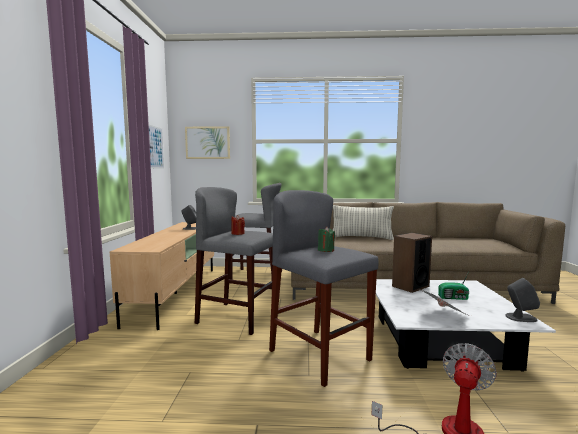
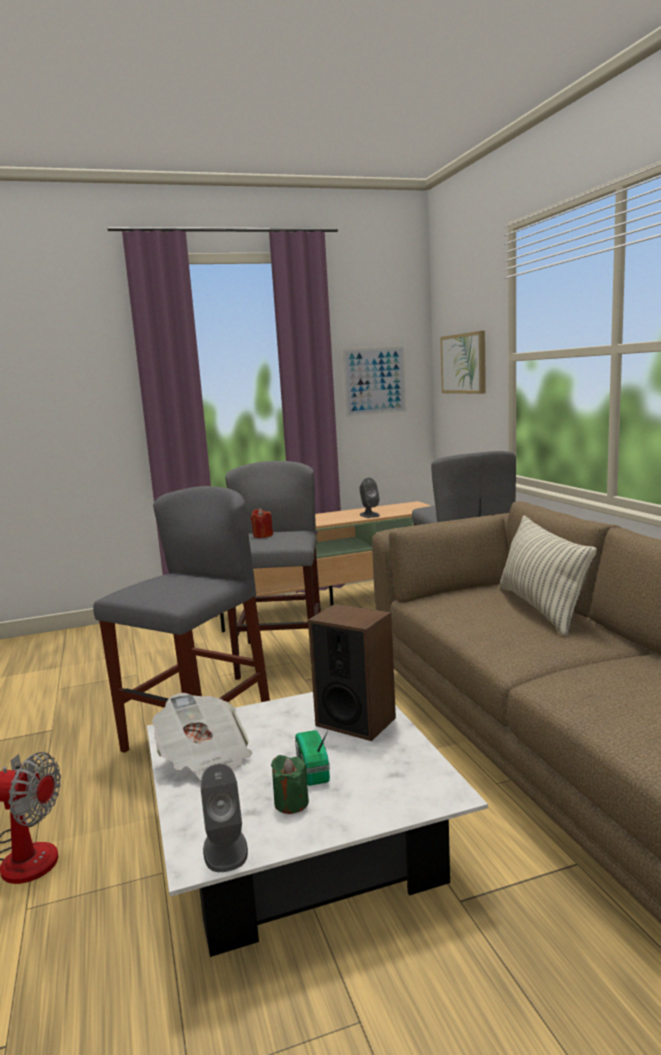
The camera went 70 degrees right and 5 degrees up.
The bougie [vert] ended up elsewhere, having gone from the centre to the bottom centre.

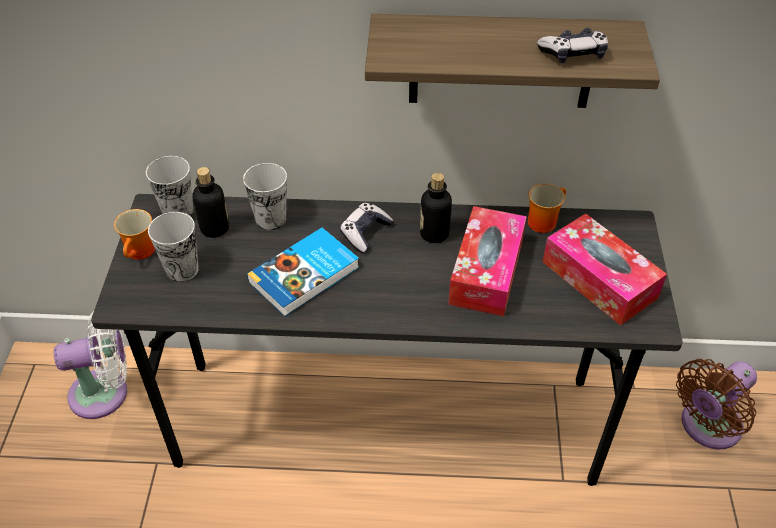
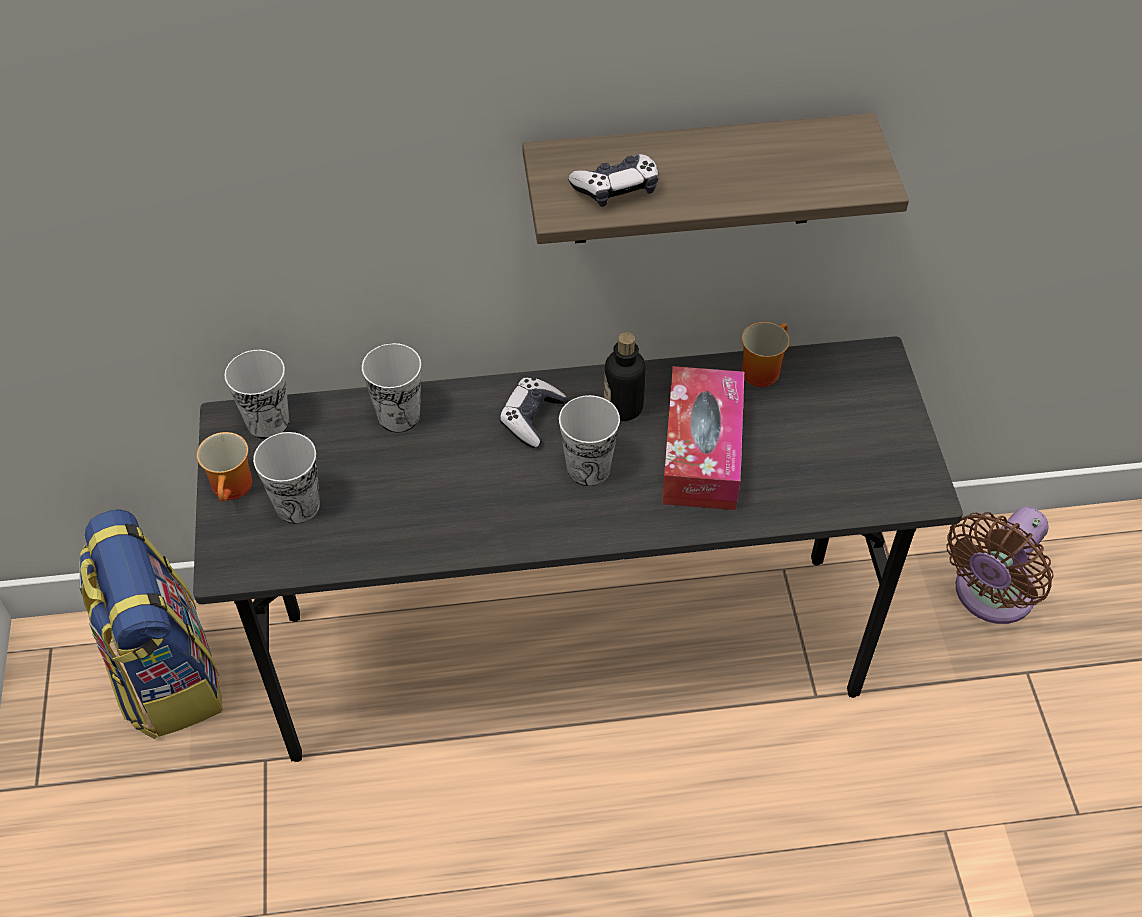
The camera went 10 degrees left and 5 degrees up.
Where the ventilateur [blanc] stood at the bottom left, the sac à dos came to stand at the bottom left.
The second view gained the tasse (4th from left) at the centre.
The manette (2nd from left) ended up elsewhere, having gone from the top right to the top centre.
The second view lost the bouteille (1st from left) at the middle left.
The second view lost the livre at the centre.
The second view lost the boîte à mouchoirs (2nd from left) at the middle right.

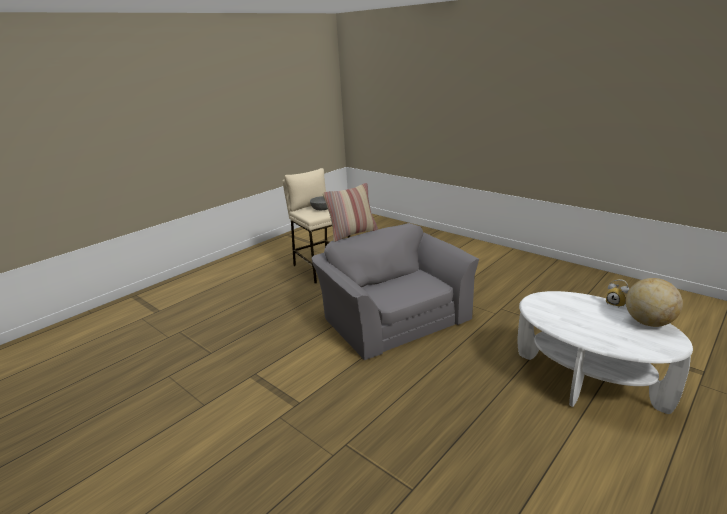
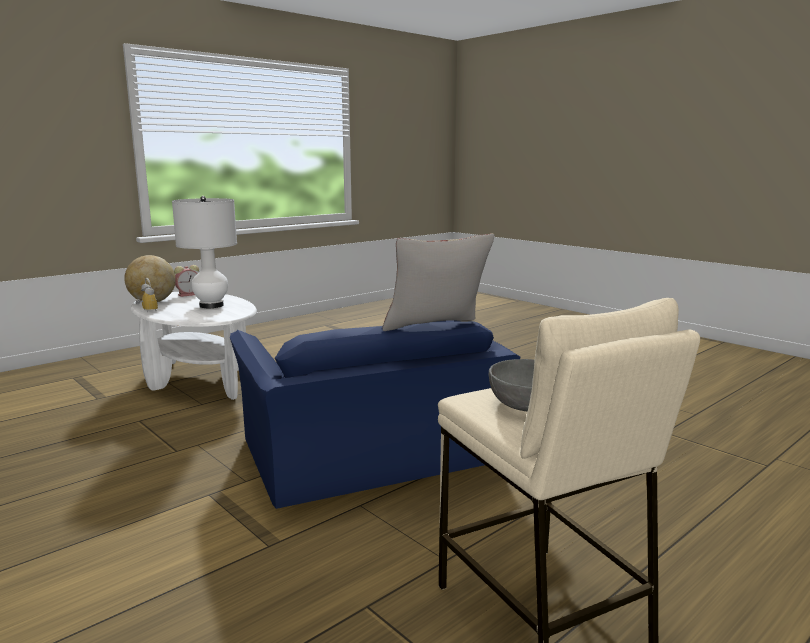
The camera went 175 degrees left and 10 degrees down.
The second view gained the lampe de table [blanc] at the middle left.
The second view gained the réveil (2nd from left) at the middle left.
What was the fauteuil [gris] at the centre turned into the fauteuil [bleu] at the centre.

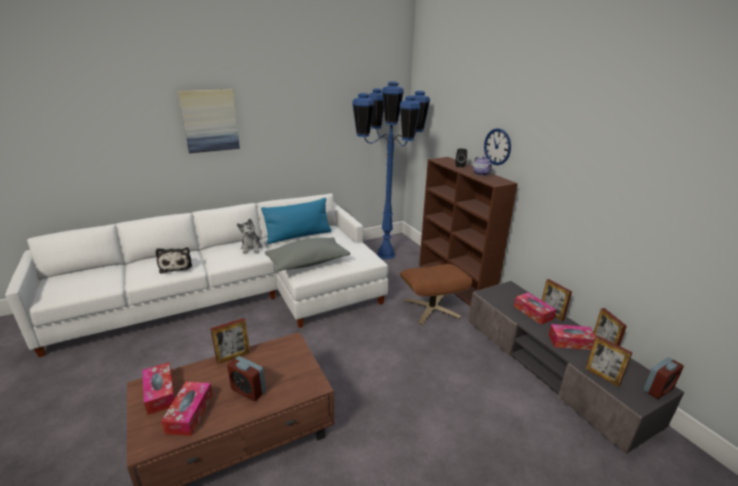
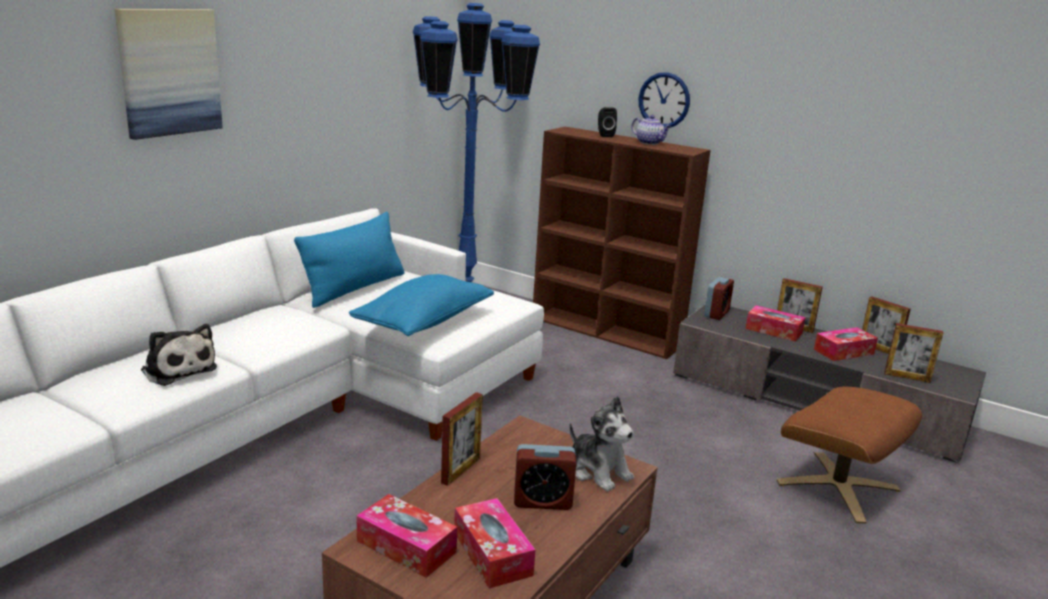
The camera went 30 degrees left and 5 degrees down.
What was the coussin [gris] at the centre turned into the coussin [bleu] (2nd from left) at the centre.
The peluche (2nd from left) ended up elsewhere, having gone from the centre to the bottom centre.
The réveil (2nd from left) ended up elsewhere, having gone from the bottom right to the middle right.
The pouf [marron] ended up elsewhere, having gone from the centre to the bottom right.

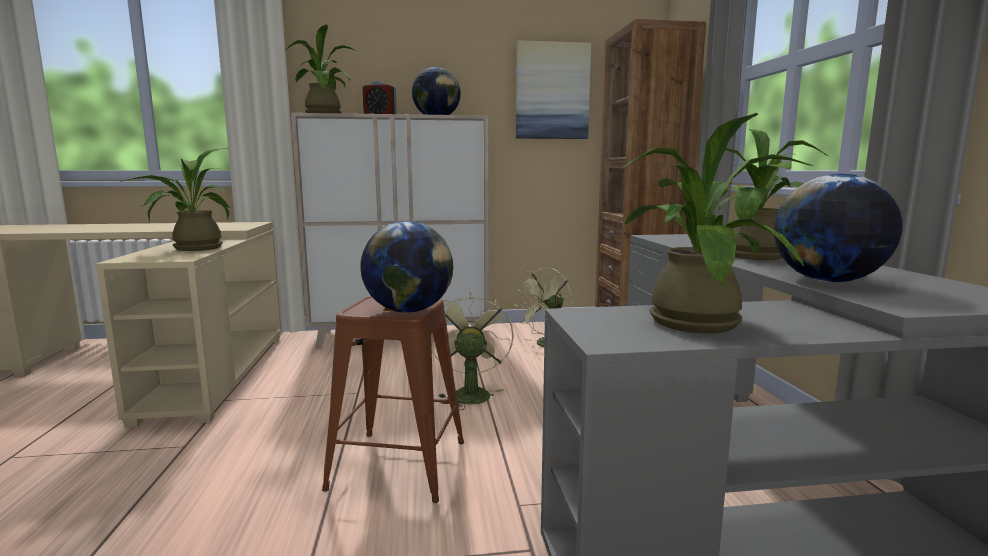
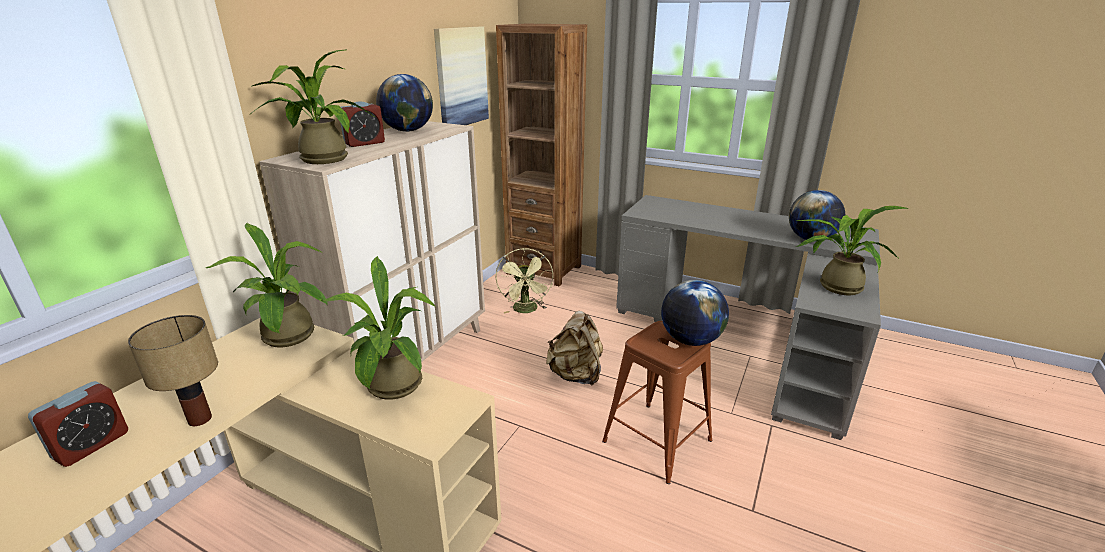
The camera went 55 degrees left and 15 degrees up.
The second view gained the réveil (1st from left) at the bottom left.
The second view gained the lampe de table at the bottom left.
The plante en pot (4th from left in the first image) ended up elsewhere, having gone from the middle right to the middle left.
Where the ventilateur [vert] (1st from left) stood at the centre, the sac à dos [beige] came to stand at the centre.

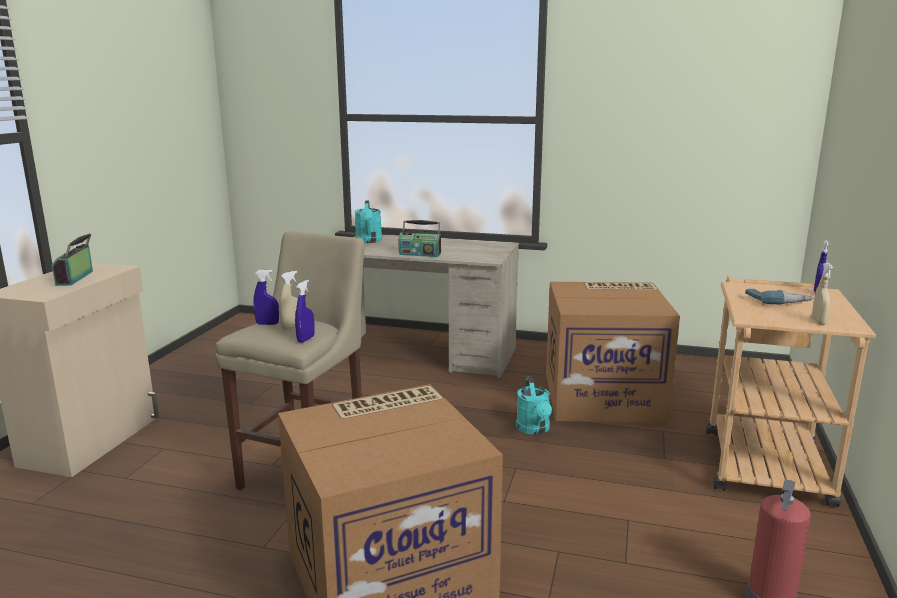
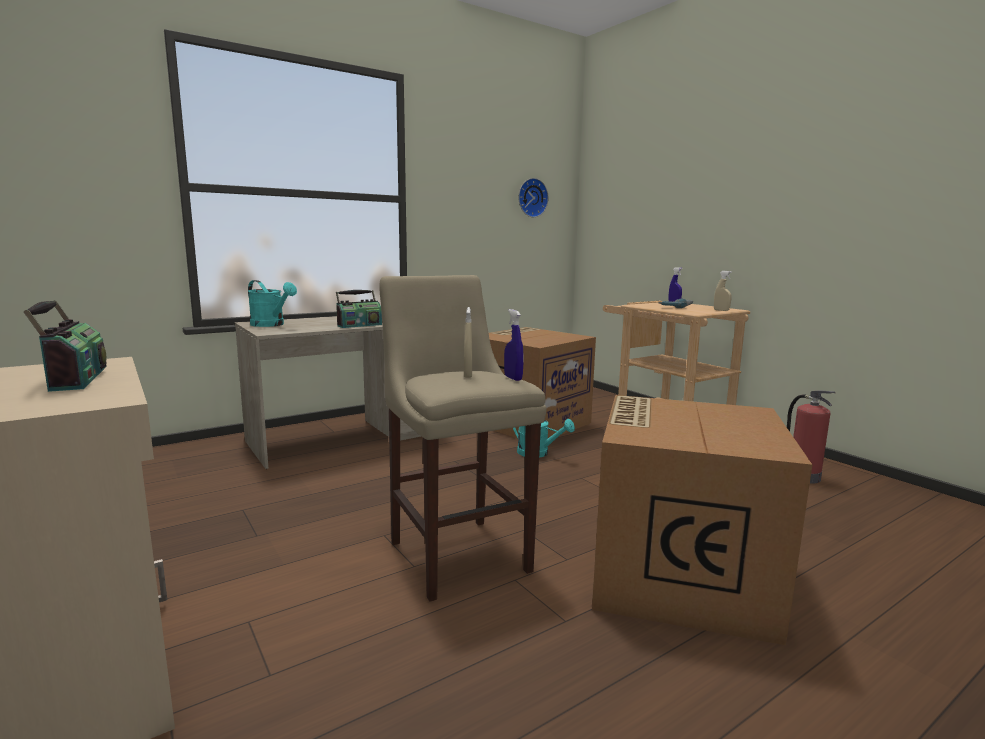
The camera went 50 degrees left and 5 degrees down.
The radio (1st from left) at the middle left ended up facing another way, 150 degrees counterclockwise from before.
The second view gained the horloge murale at the top centre.
The second view lost the vaporisateur [bleu] (1st from left) at the middle left.

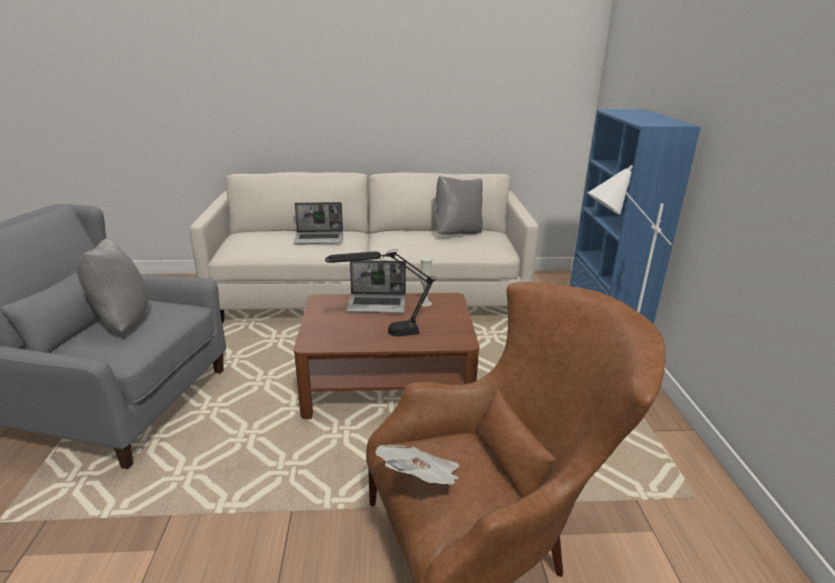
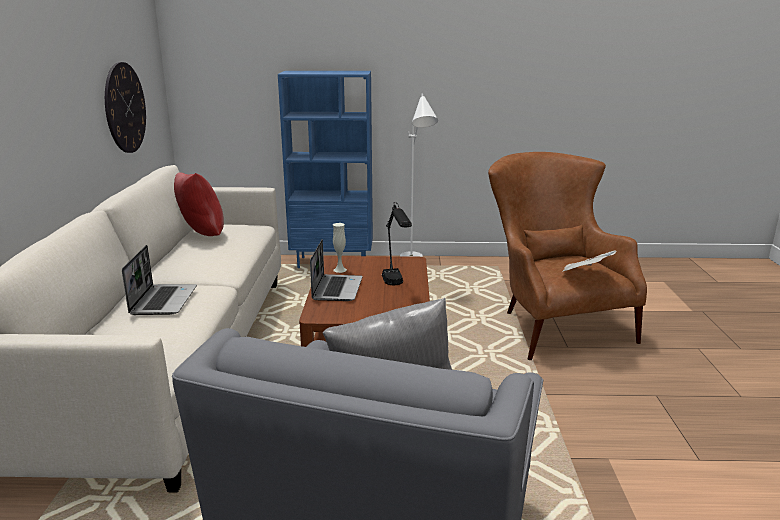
The camera went 85 degrees left and 5 degrees down.
The second view gained the horloge murale at the top left.
What was the coussin [gris] (2nd from left) at the centre turned into the coussin [rouge] at the middle left.

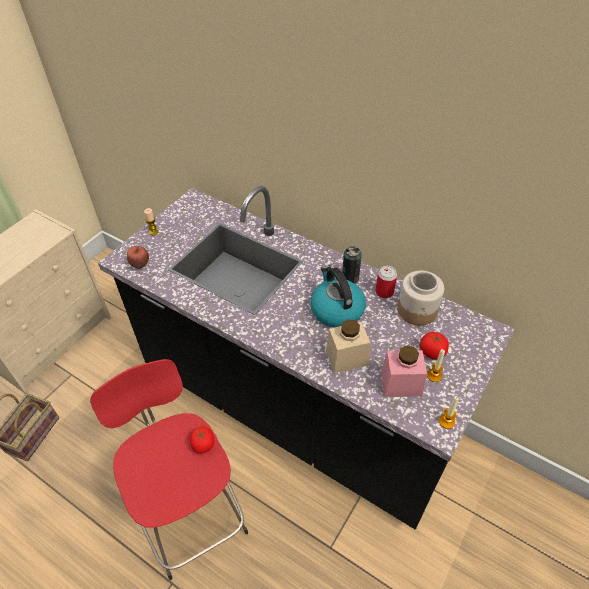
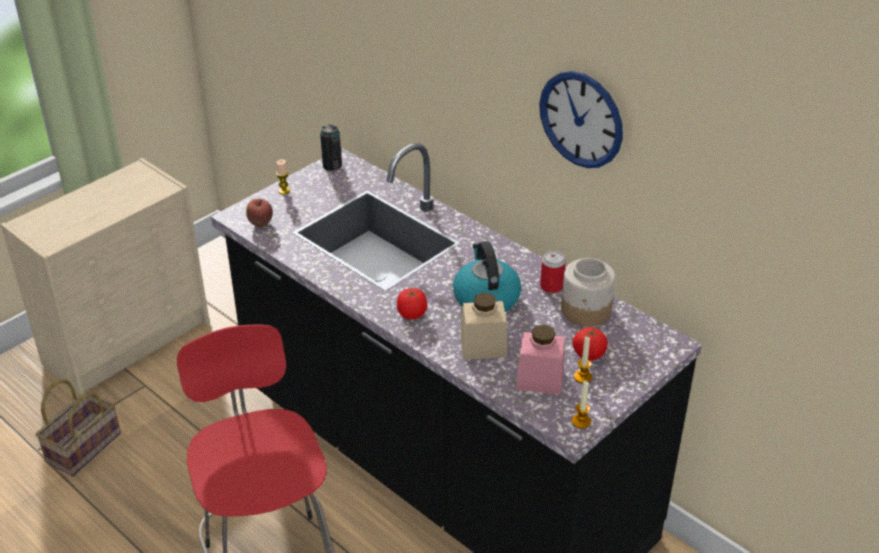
The camera went 10 degrees right and 10 degrees down.
The boîte métallique (1st from left) ended up elsewhere, having gone from the centre to the top centre.
The tomate (1st from left) ended up elsewhere, having gone from the bottom centre to the centre.
The second view gained the horloge murale at the top centre.

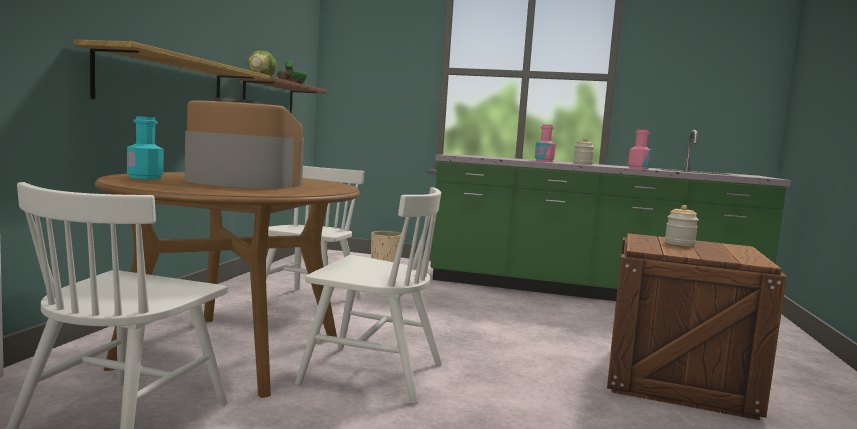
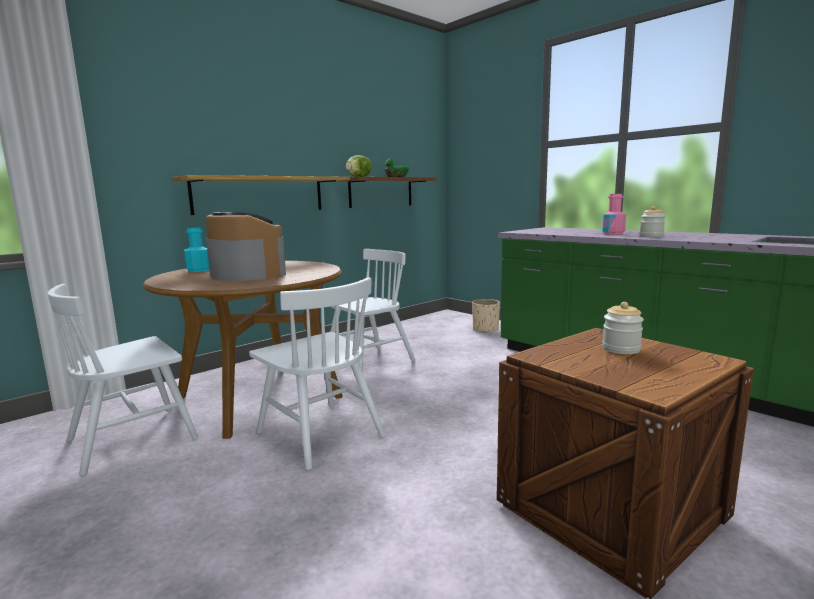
The camera went 35 degrees right and 5 degrees up.
The second view lost the bouteille [rose] (2nd from left) at the middle right.

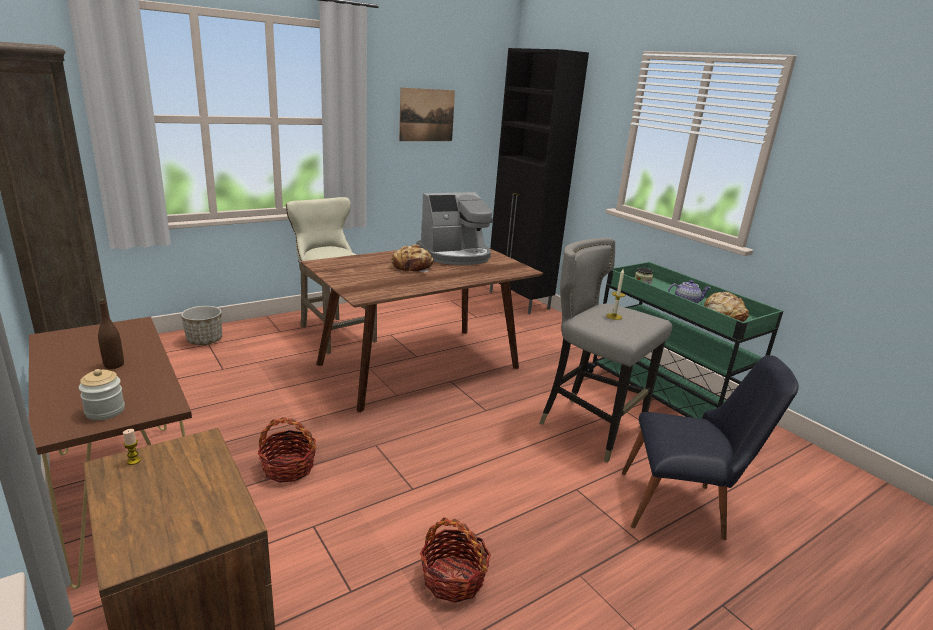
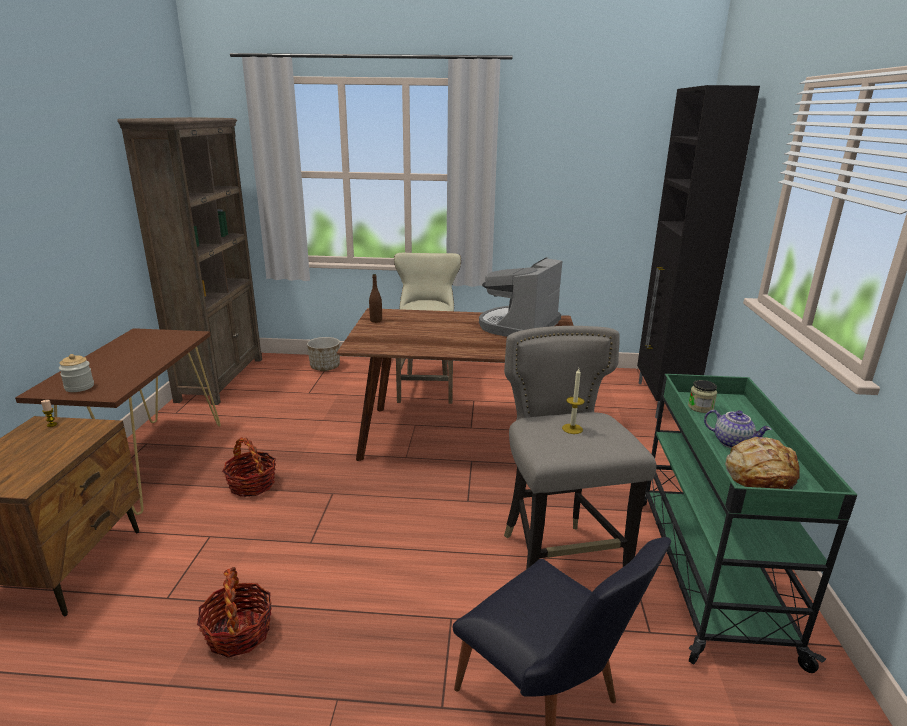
The camera went 40 degrees right and 0 degrees up.
The bouteille [marron] ended up elsewhere, having gone from the middle left to the centre.
The machine à café at the centre ended up facing another way, 105 degrees clockwise from before.
The second view lost the pain (1st from left) at the centre.
The second view lost the tableau at the top centre.

